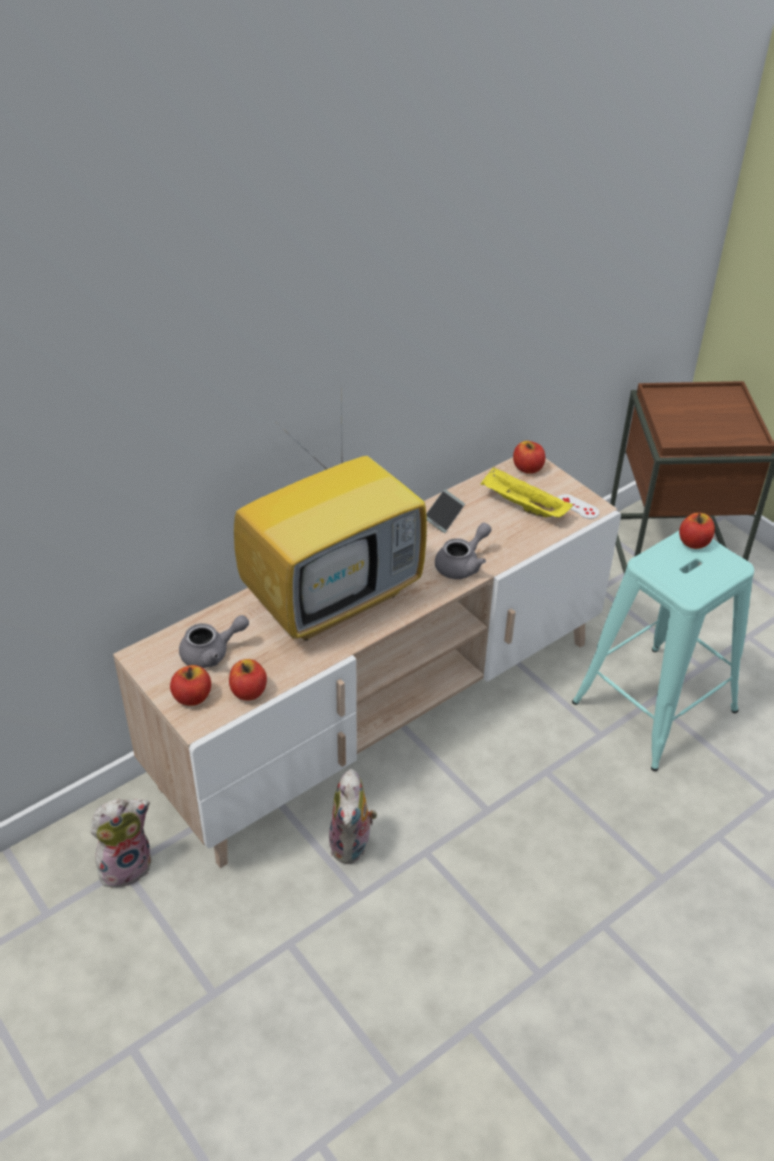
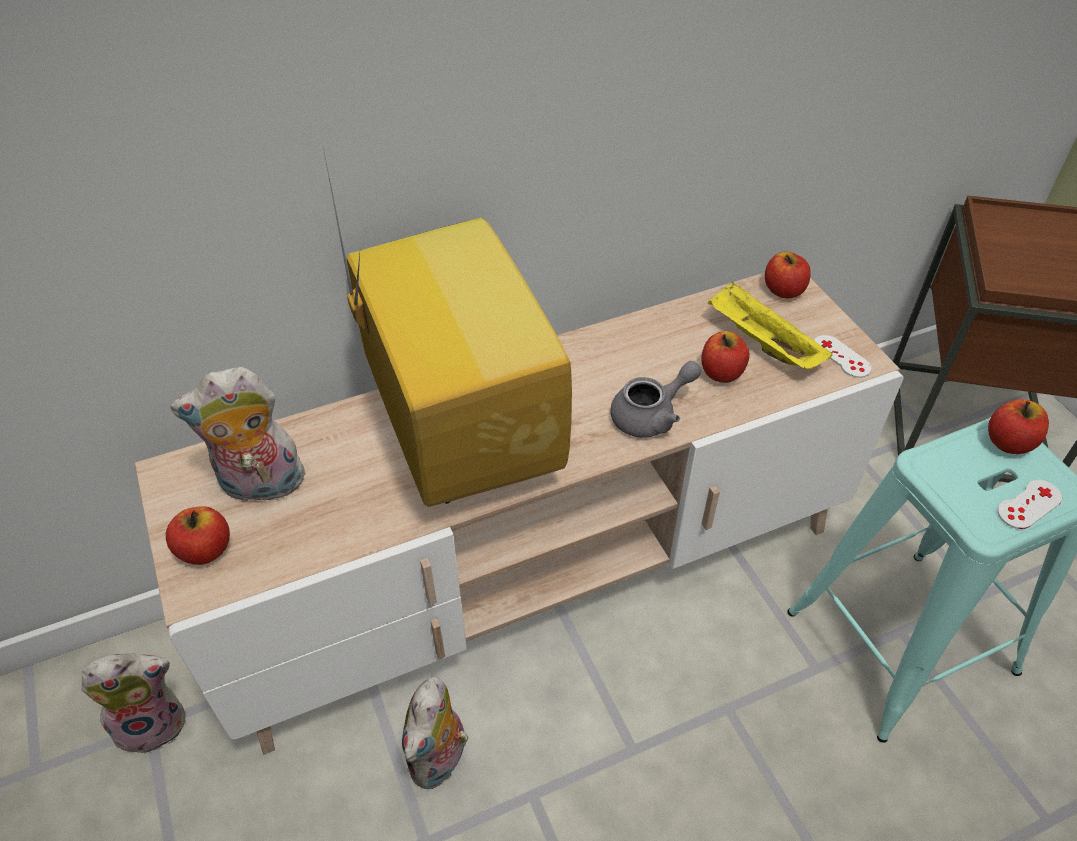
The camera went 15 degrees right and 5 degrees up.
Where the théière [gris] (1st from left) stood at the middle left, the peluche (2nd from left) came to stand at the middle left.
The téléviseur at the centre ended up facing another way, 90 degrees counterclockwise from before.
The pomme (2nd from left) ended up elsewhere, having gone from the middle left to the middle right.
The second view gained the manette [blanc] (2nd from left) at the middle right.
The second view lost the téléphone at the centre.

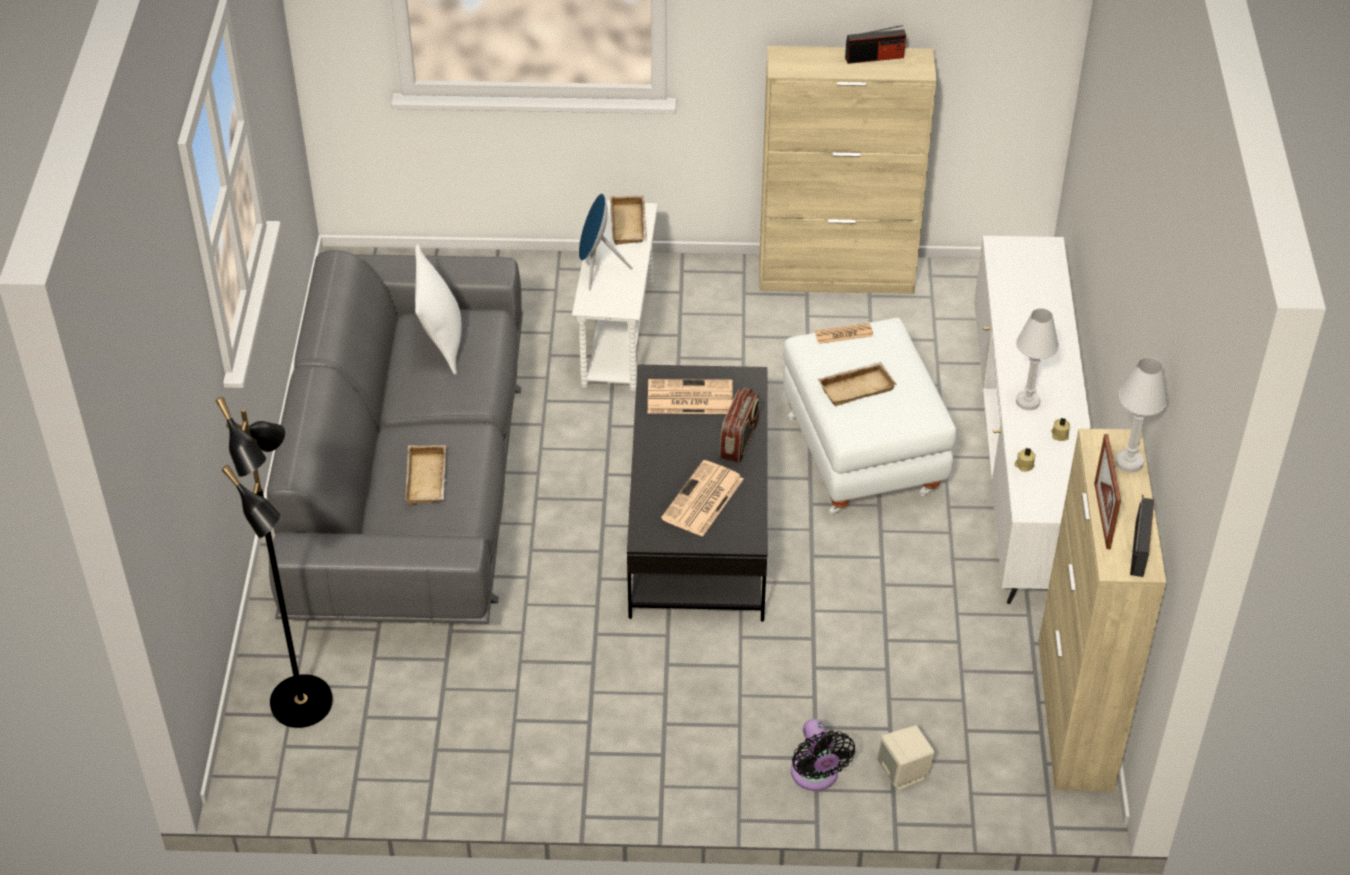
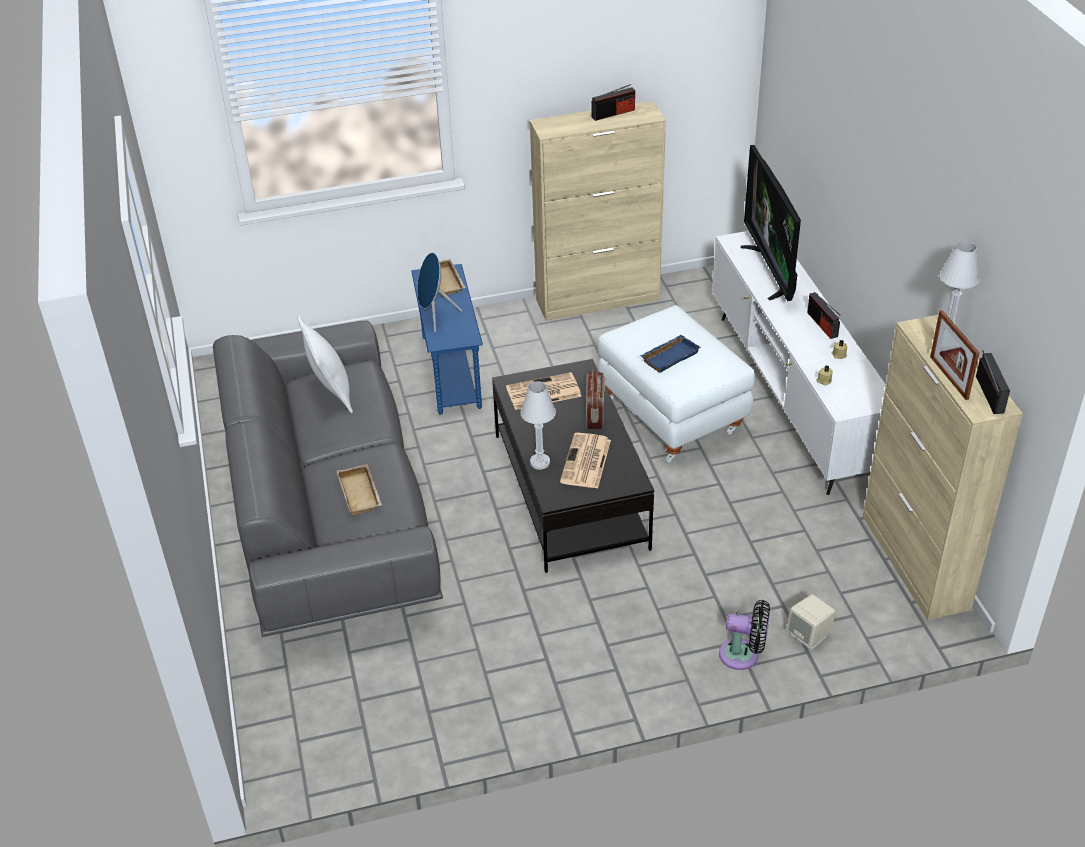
The camera went 15 degrees left and 5 degrees down.
What was the table d'appoint [blanc] at the centre turned into the table d'appoint [bleu] at the centre.
The lampe de table [blanc] (1st from left) ended up elsewhere, having gone from the middle right to the centre.
What was the plateau [beige] (3rd from left) at the centre turned into the plateau [bleu] at the centre.
The ventilateur [noir] at the bottom centre ended up facing another way, 45 degrees counterclockwise from before.
The second view gained the téléviseur at the top right.
The second view gained the radio (3rd from left) at the middle right.
The second view lost the lampadaire [noir] at the middle left.
The second view lost the journal (3rd from left) at the centre.

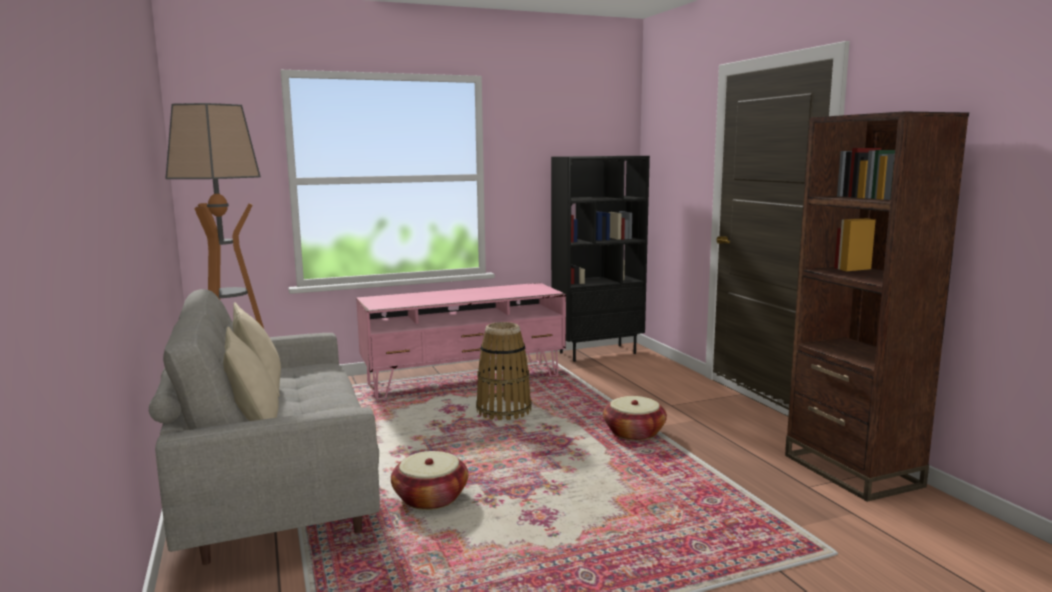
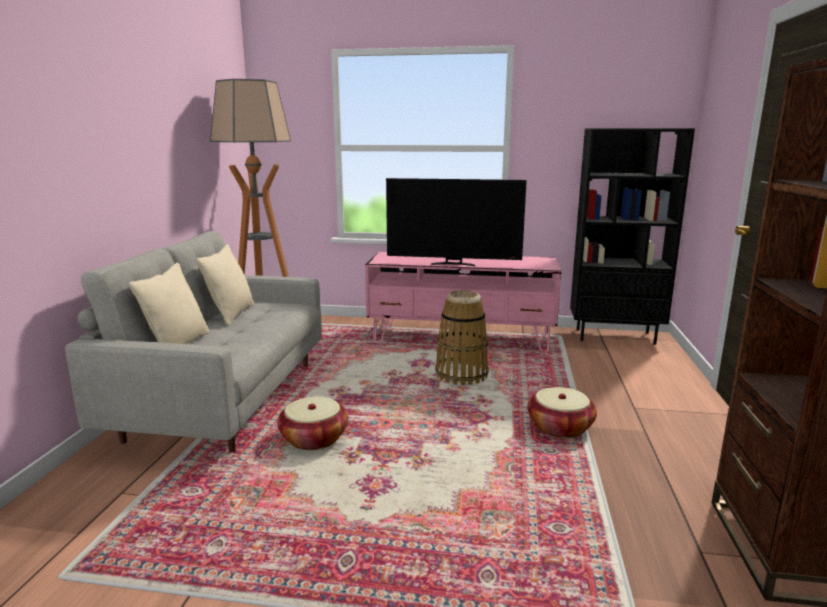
The camera went 30 degrees right and 5 degrees up.
The second view gained the téléviseur at the centre.

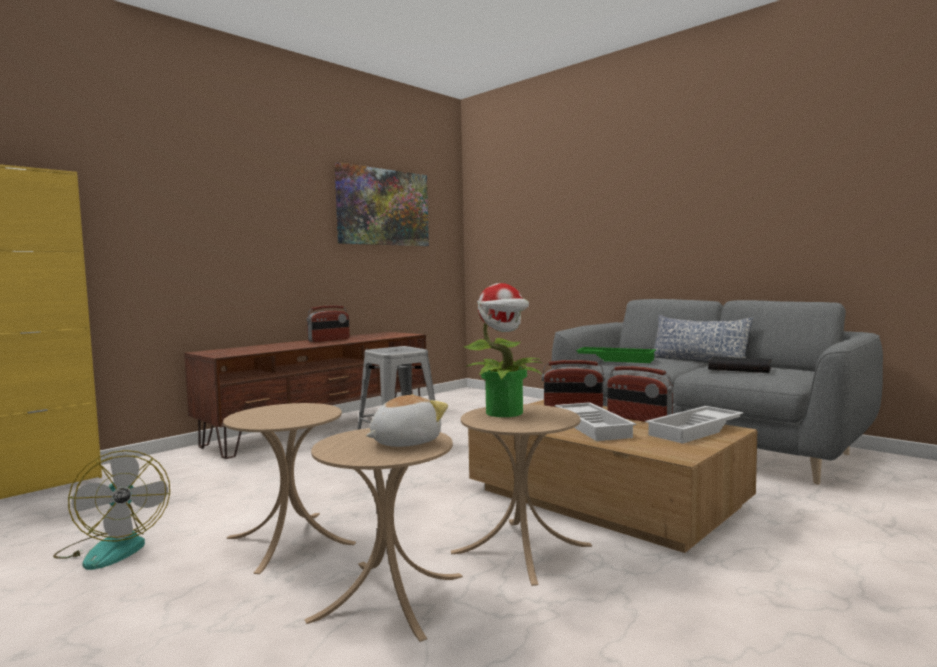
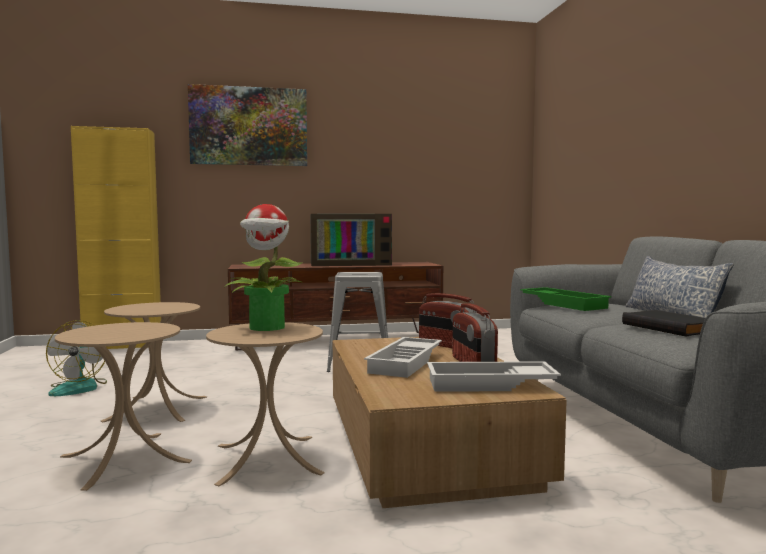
The camera went 35 degrees right and 0 degrees up.
The tableau ended up elsewhere, having gone from the top centre to the top left.
Where the radio (1st from left) stood at the centre, the téléviseur came to stand at the centre.
The second view lost the peluche at the centre.

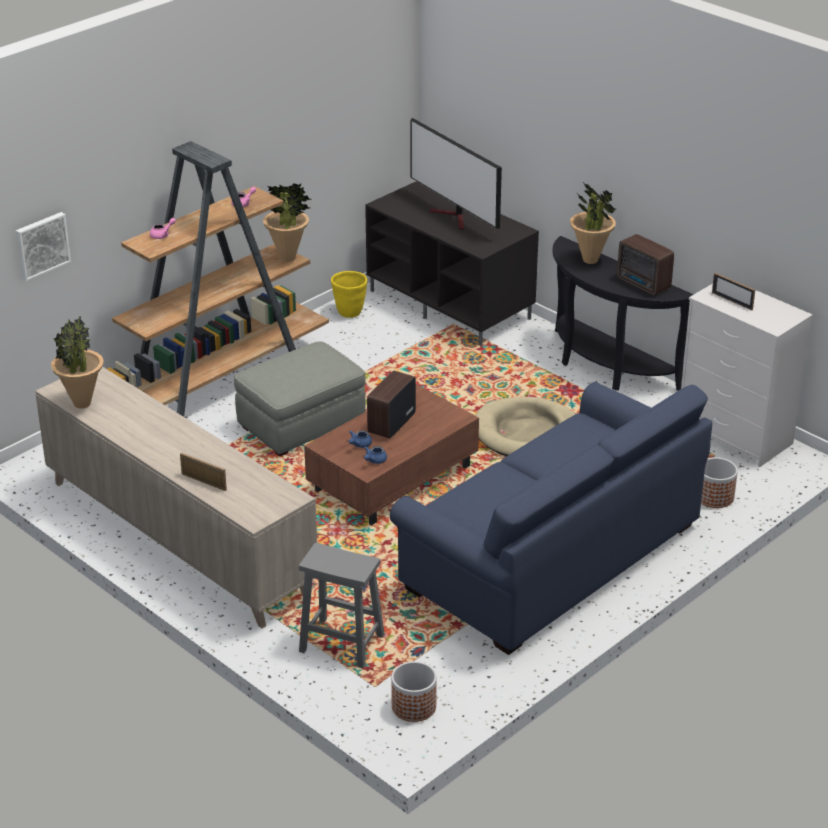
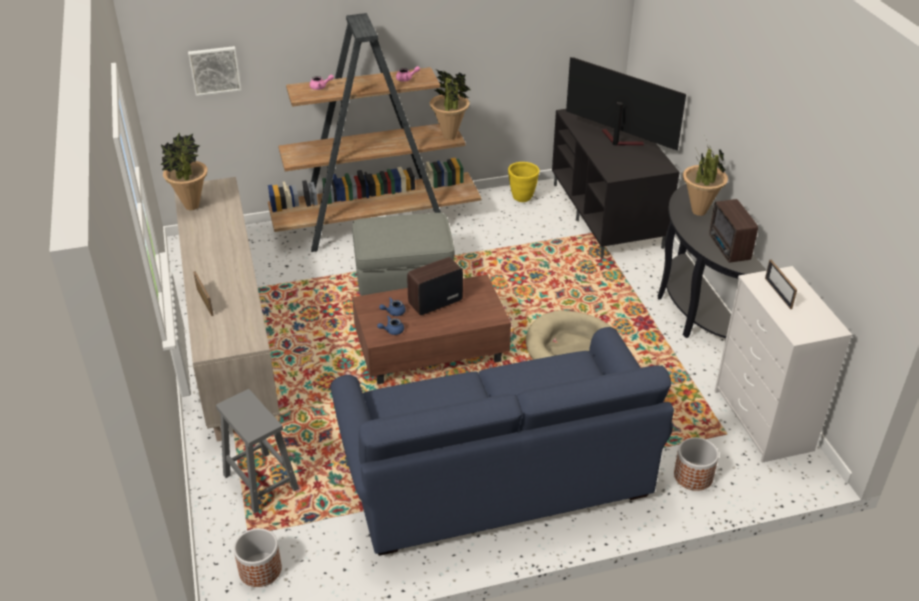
The camera went 30 degrees right and 5 degrees up.
The téléviseur at the top centre ended up facing another way, 135 degrees clockwise from before.

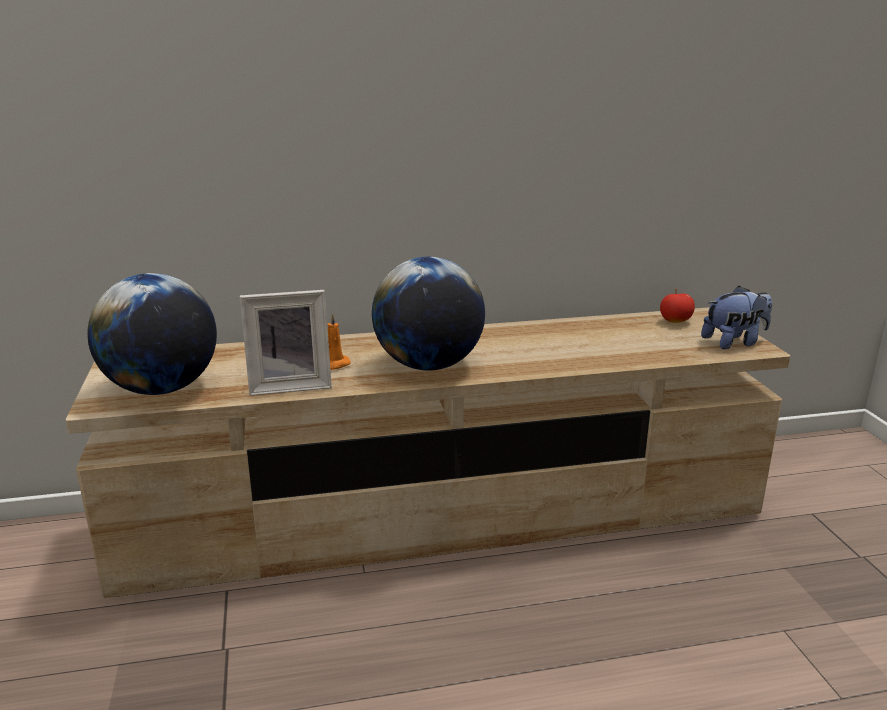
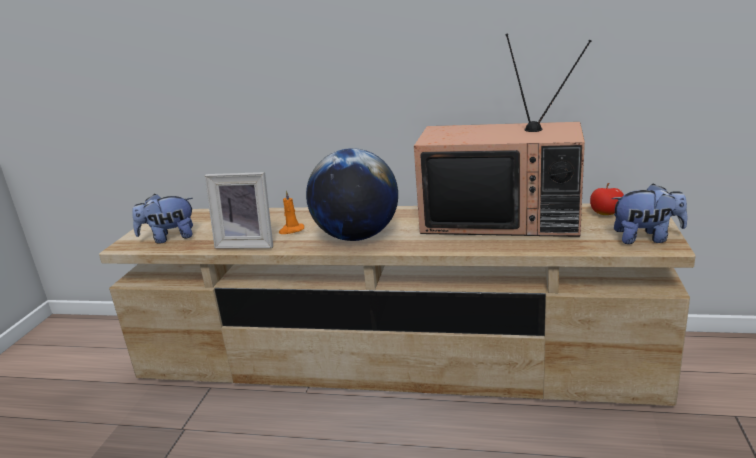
The camera went 25 degrees right and 0 degrees up.
Where the globe (1st from left) stood at the middle left, the peluche (1st from left) came to stand at the middle left.
The second view gained the téléviseur at the top centre.

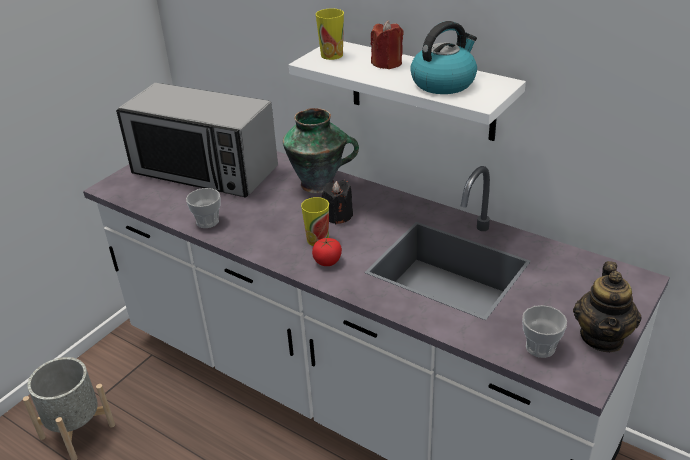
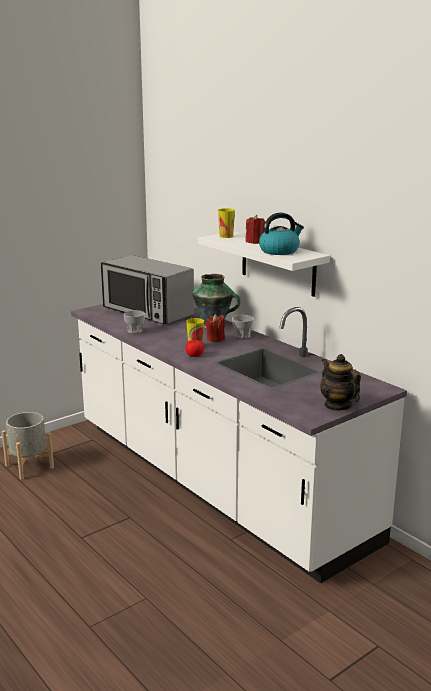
The camera went 15 degrees right and 15 degrees down.
What was the bougie [noir] at the centre turned into the bougie [rouge] (1st from left) at the centre.
The tasse (4th from left) ended up elsewhere, having gone from the bottom right to the centre.
The théière at the middle right ended up facing another way, 120 degrees clockwise from before.

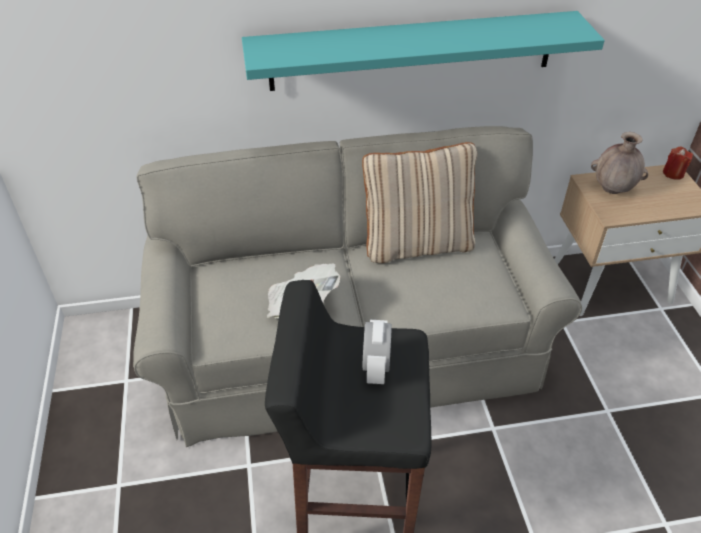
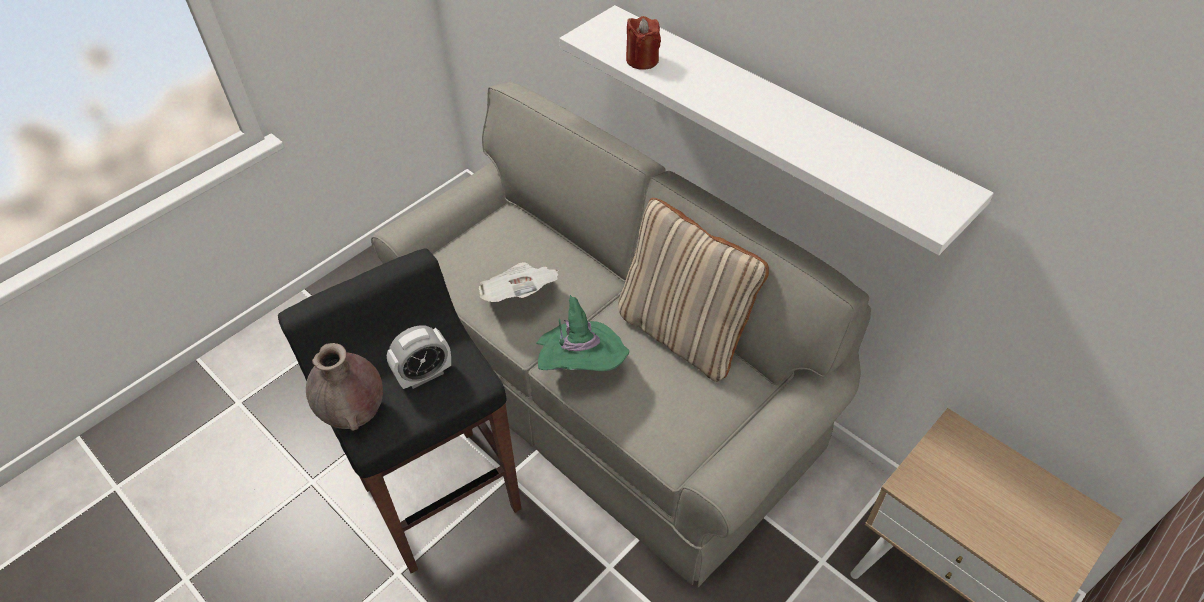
The camera went 55 degrees right and 5 degrees up.
The vase [marron] ended up elsewhere, having gone from the top right to the middle left.
The second view gained the chapeau [vert] at the centre.
What was the étagère [turquoise] at the top centre turned into the étagère [blanc] at the top centre.
The bougie [rouge] ended up elsewhere, having gone from the top right to the top centre.

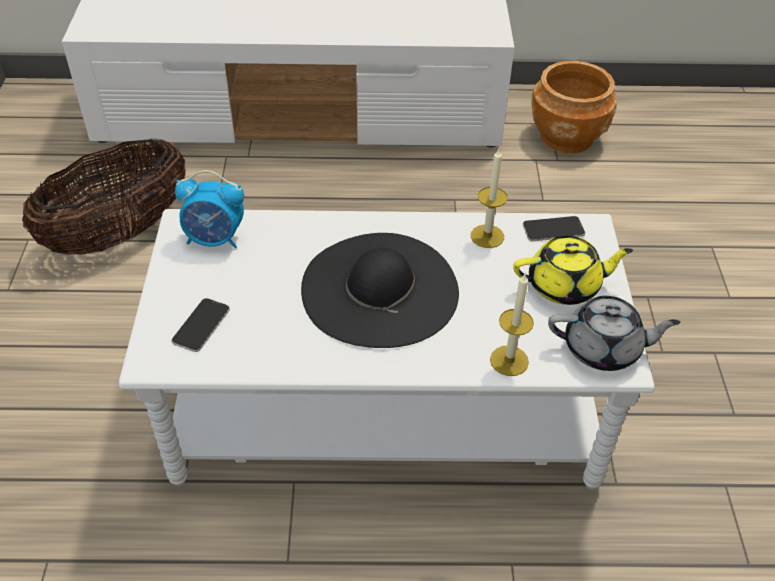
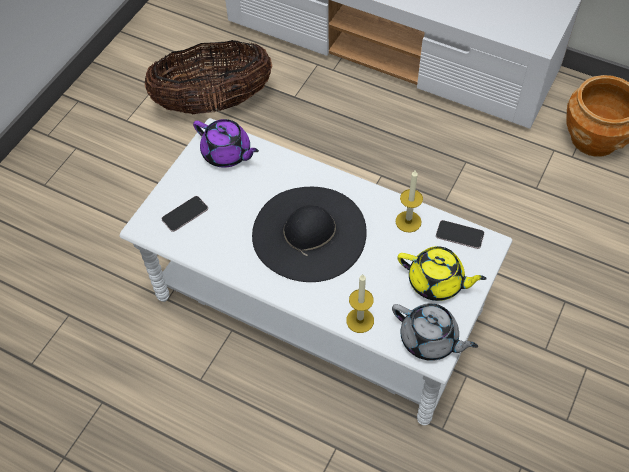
The camera went 30 degrees right and 10 degrees up.
Where the réveil stood at the middle left, the théière [violet] came to stand at the top centre.

